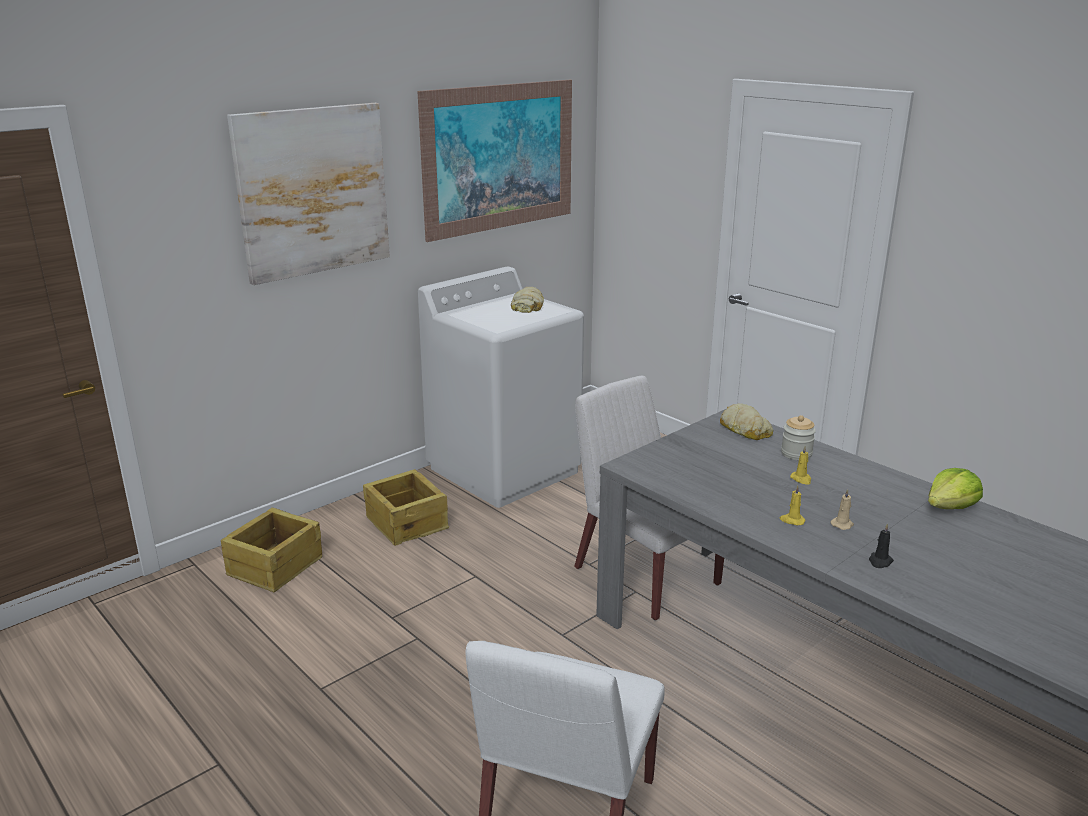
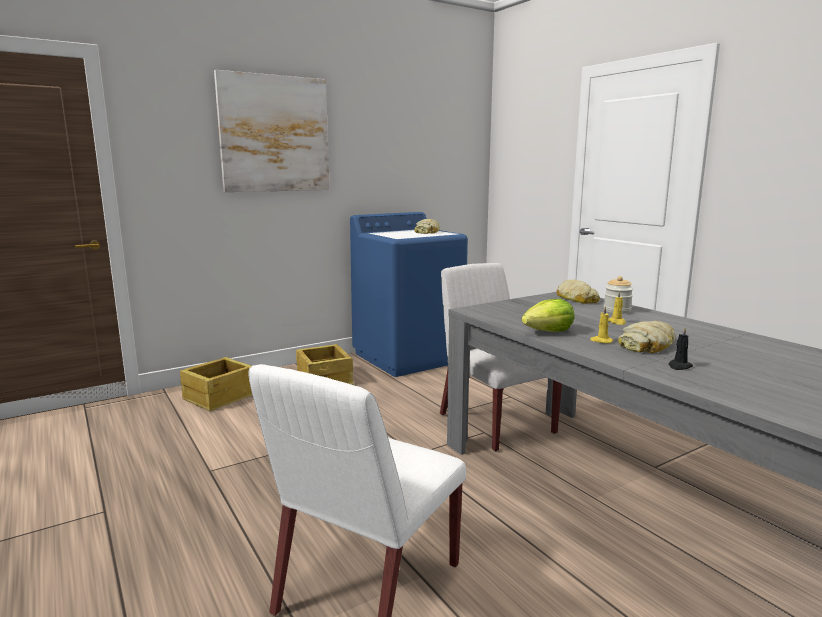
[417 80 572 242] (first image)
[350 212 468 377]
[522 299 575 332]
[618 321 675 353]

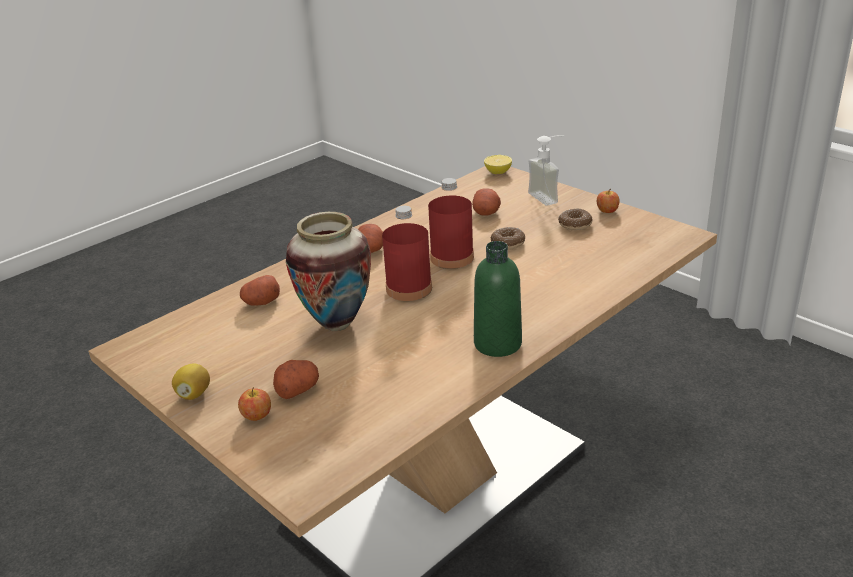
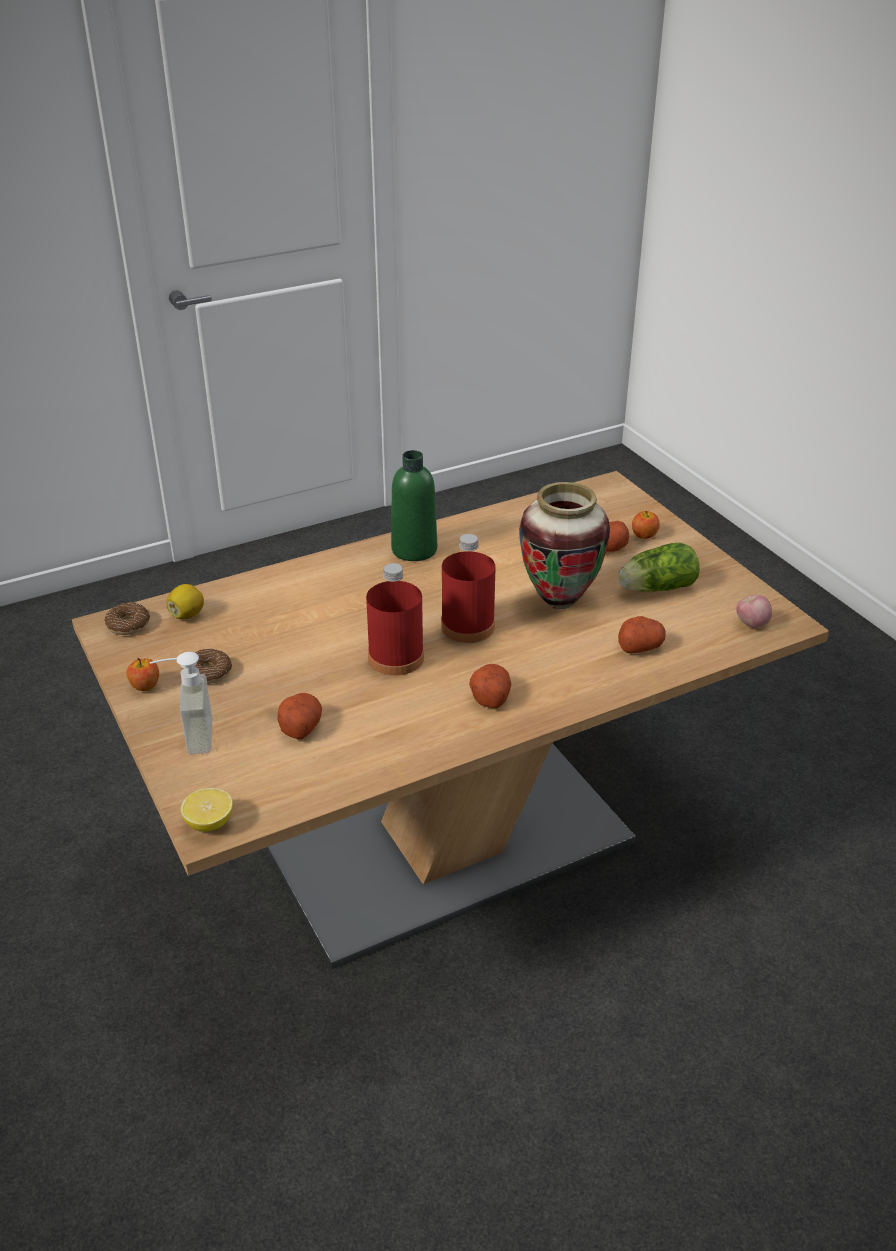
[104 602 150 635]
[167 584 204 620]
[618 543 700 592]
[736 595 772 628]

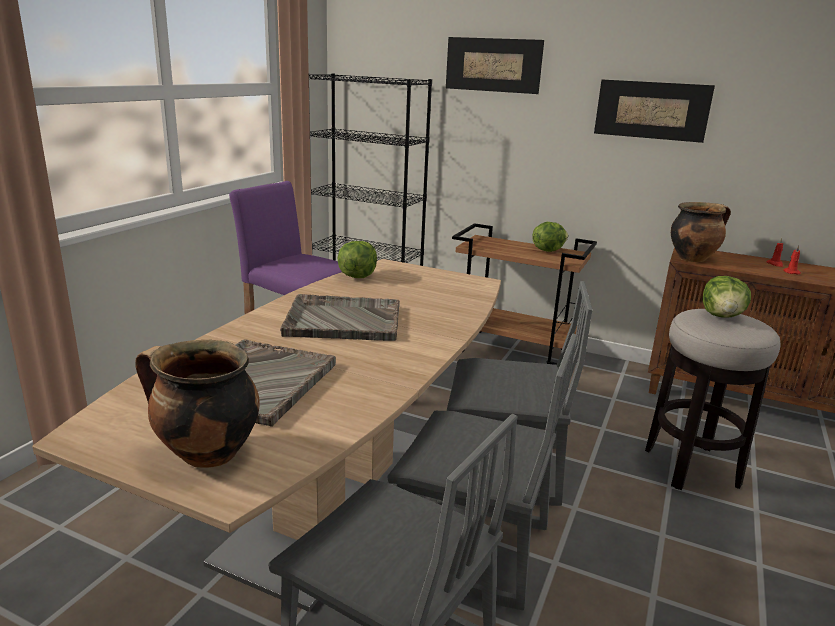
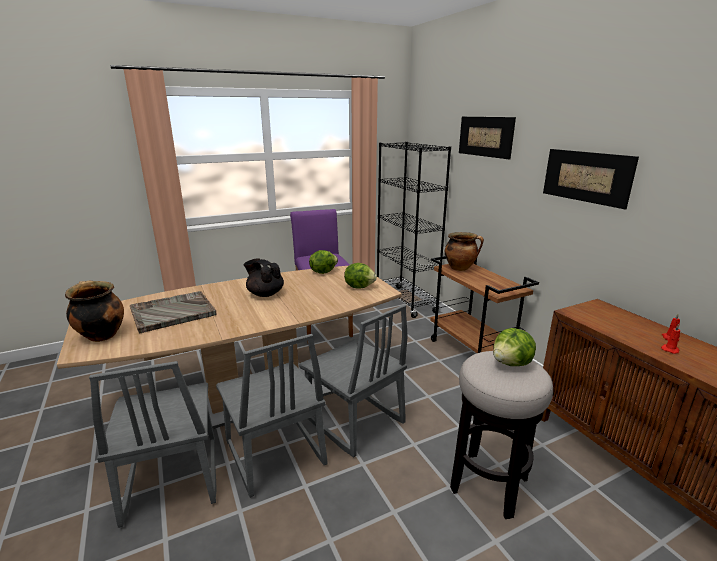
[445 232 484 271]
[344 263 377 289]
[244 258 284 297]

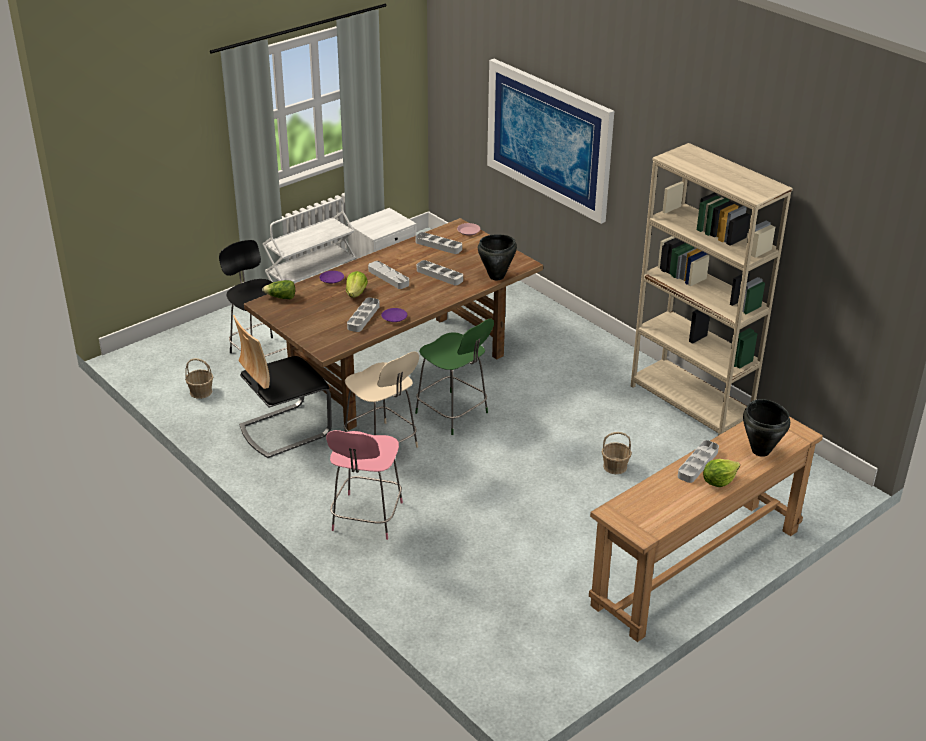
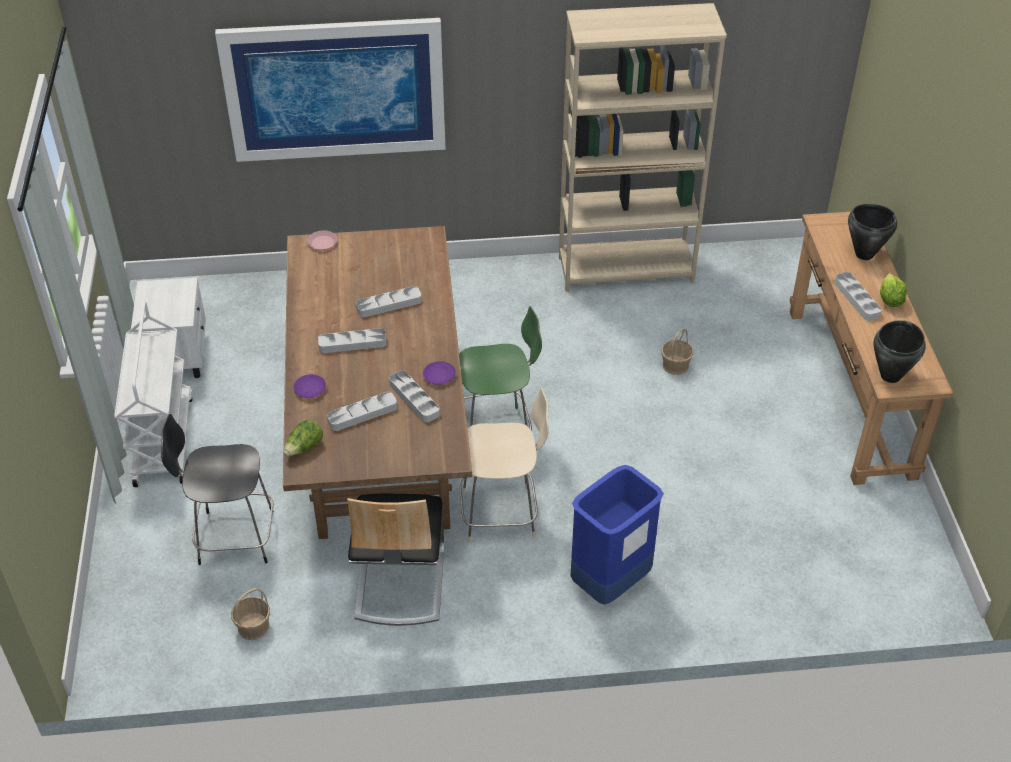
[327 392 397 431]
[873 320 926 383]
[346 271 368 297] (first image)
[571 465 664 605]

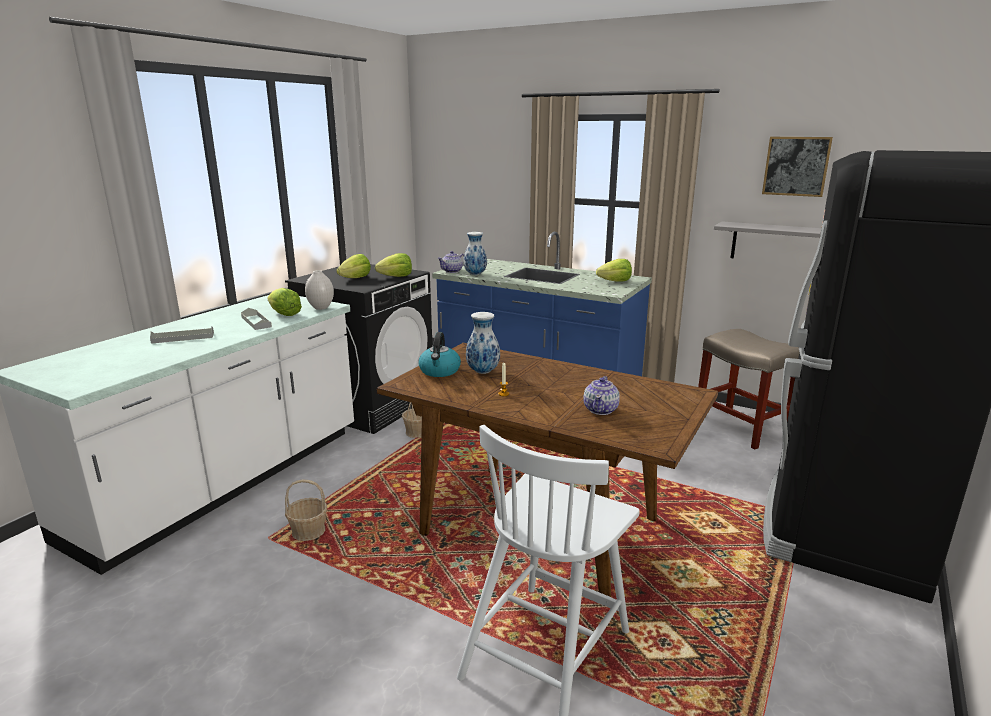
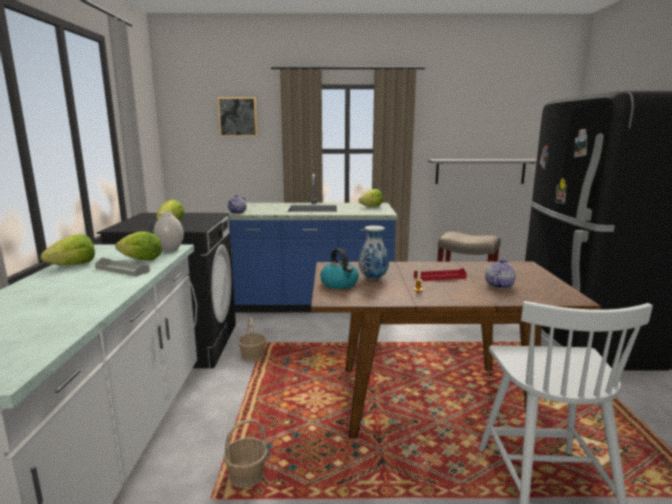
[218 97 257 136]
[463 232 487 275] (first image)
[41 234 95 265]
[150 326 214 344] (first image)
[485 259 516 289]
[414 268 467 281]

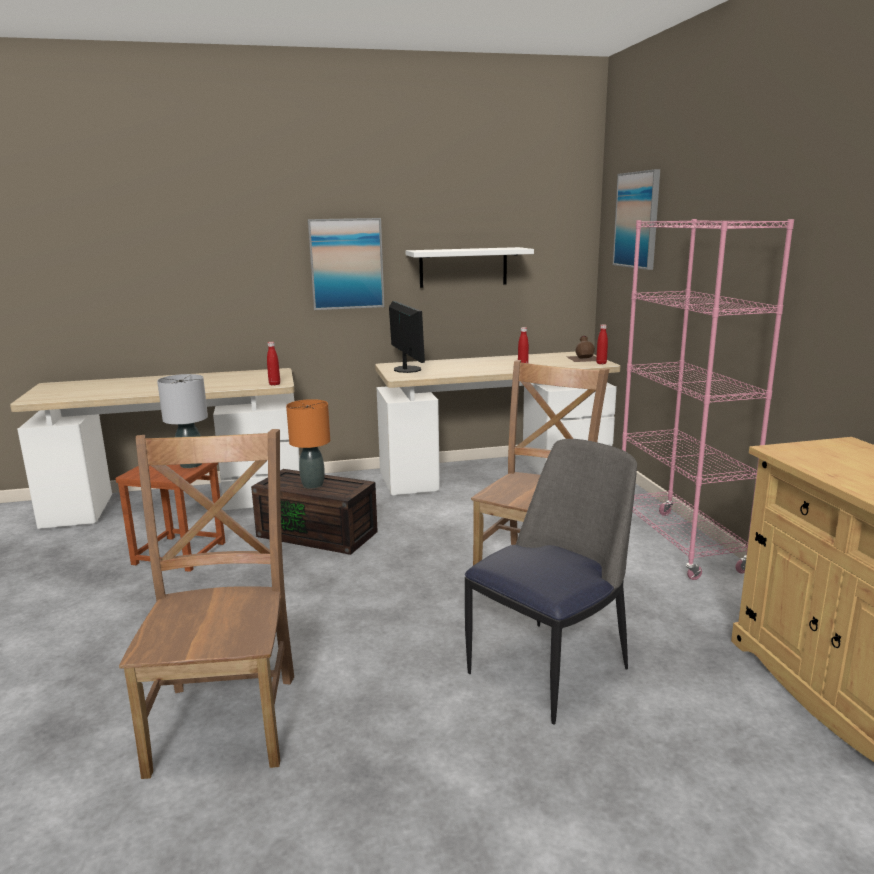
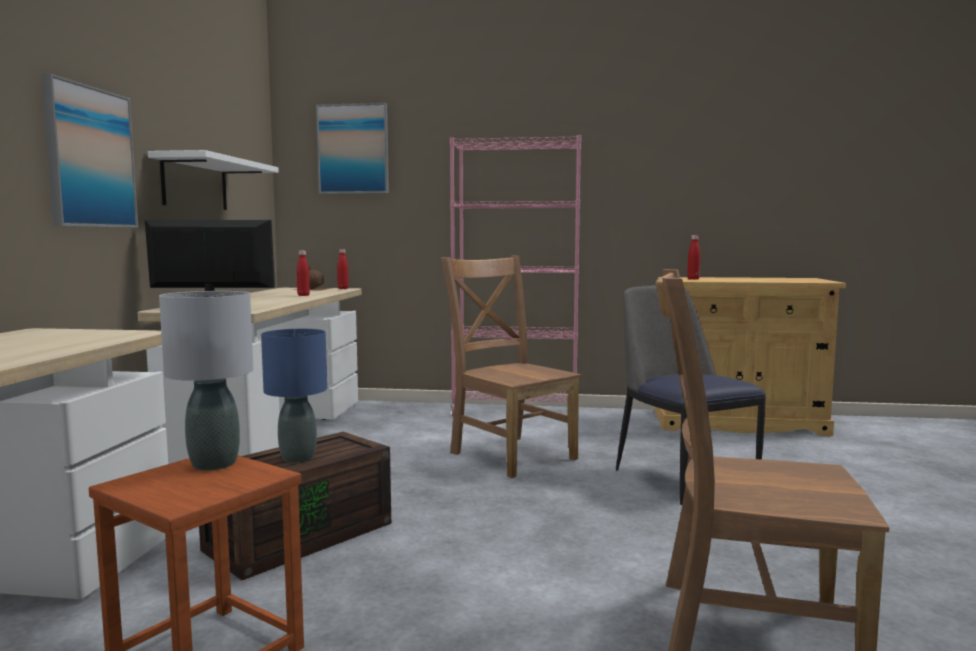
[687 235 700 280]
[261 329 327 463]

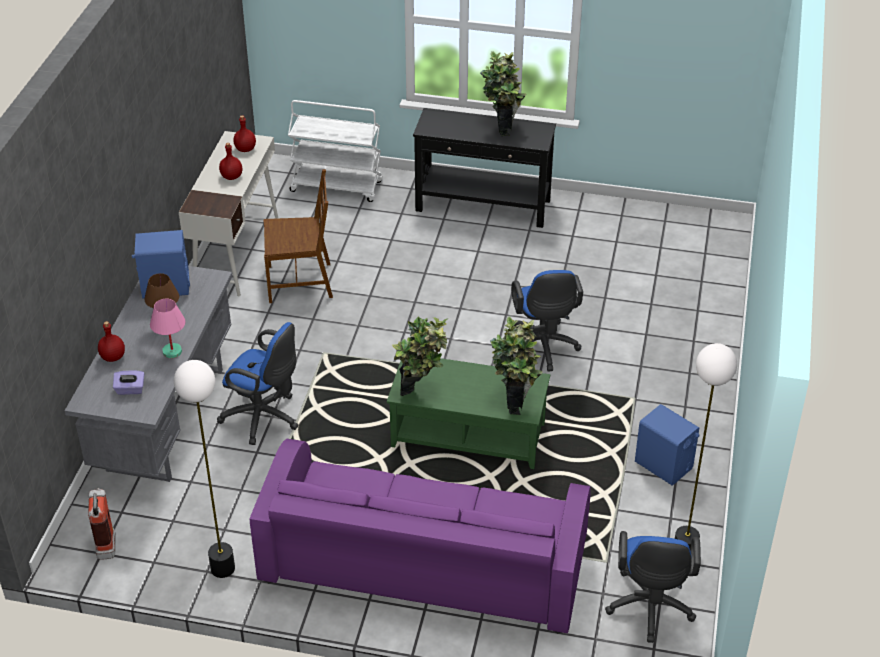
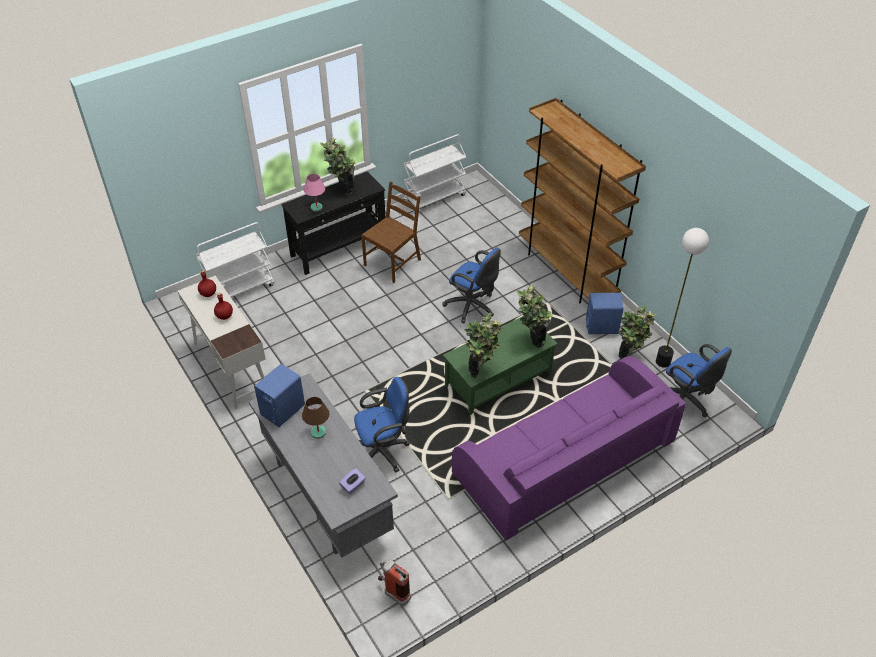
[361 181 421 283]
[304 174 325 212]
[98 321 125 362] (first image)
[174 360 235 578] (first image)
[519 98 646 304]
[403 134 466 214]
[619 304 657 360]

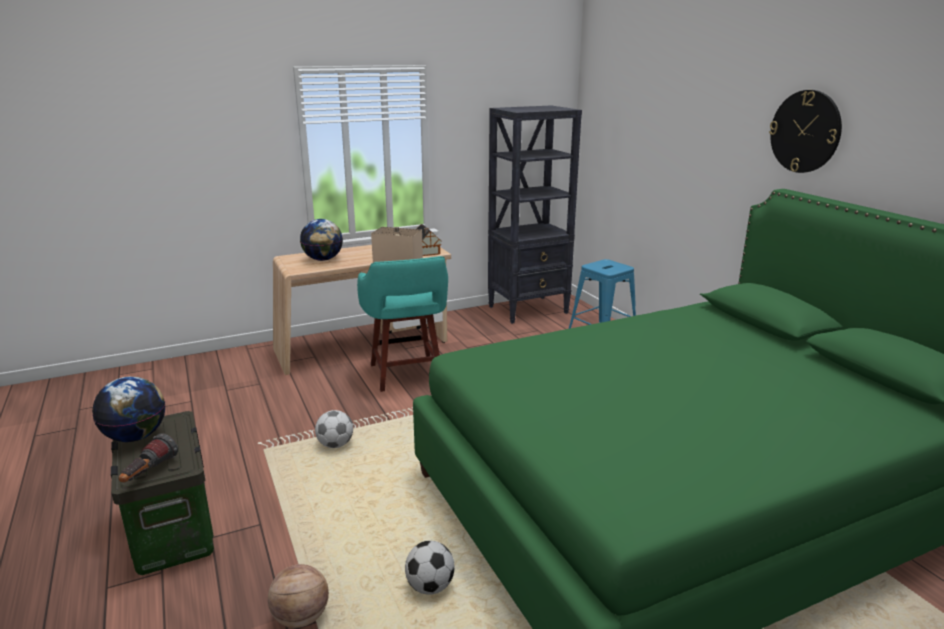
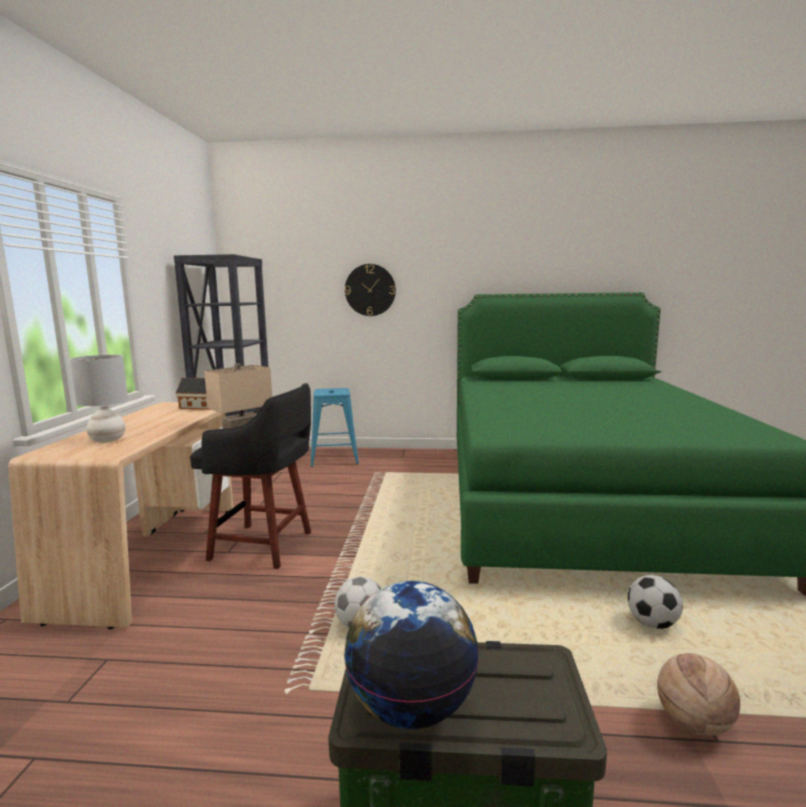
[345 264 396 316]
[70 355 128 442]
[190 383 311 569]
[118 433 178 483] (first image)

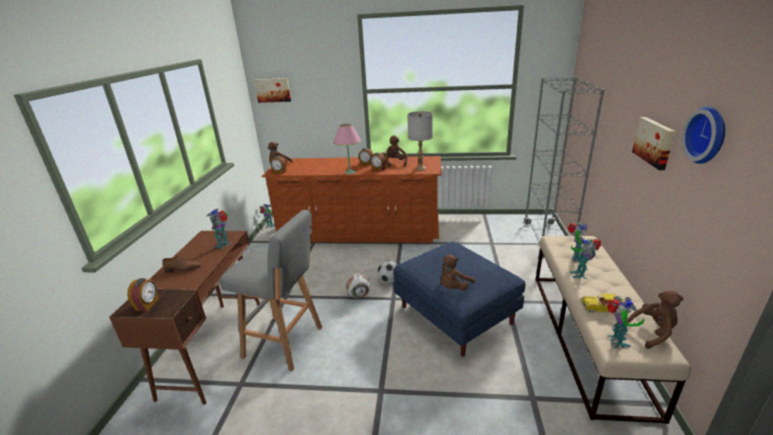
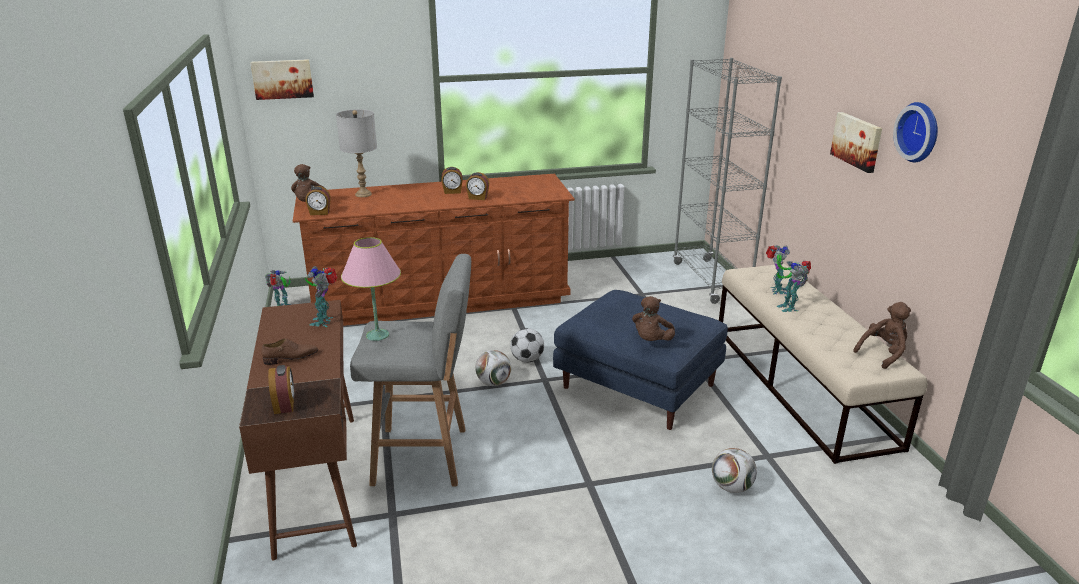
[336 109 377 197]
[341 237 401 341]
[383 135 407 167] (first image)
[581 293 625 312] (first image)
[607 296 644 348] (first image)
[712 448 757 493]

